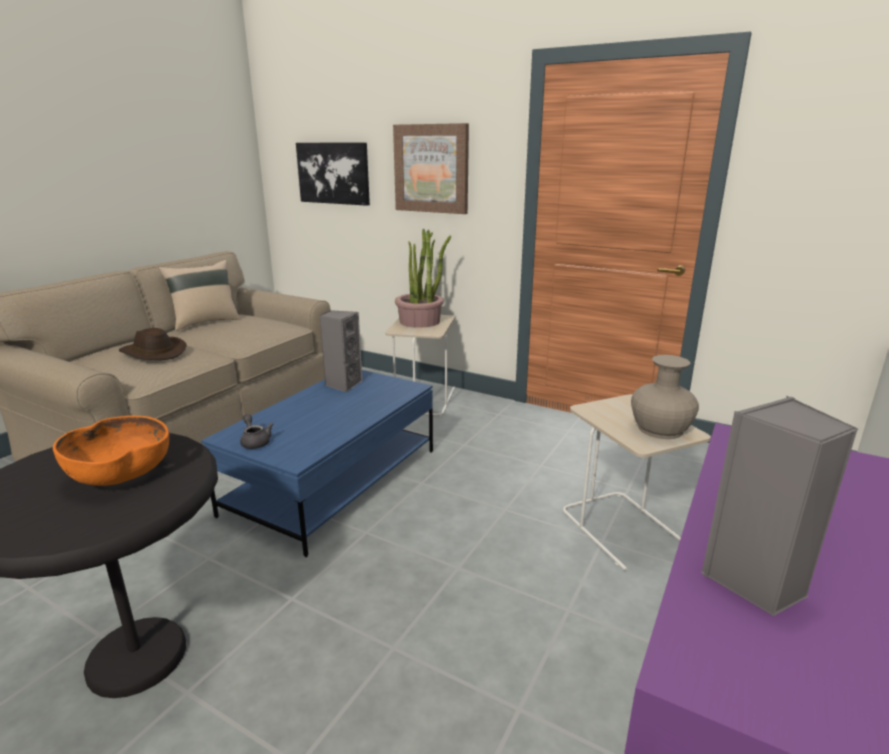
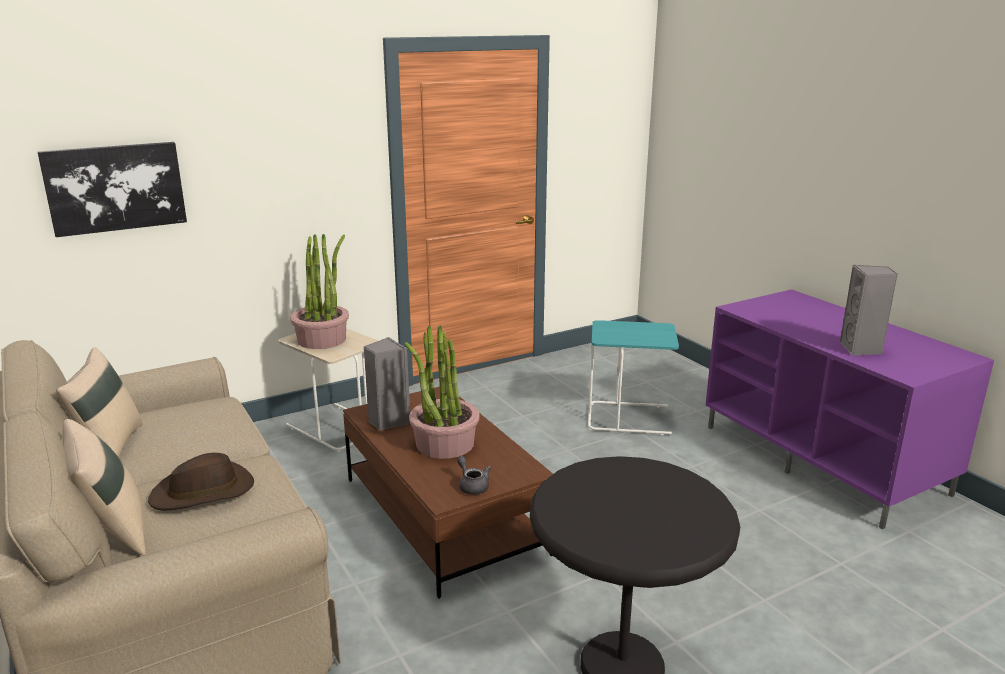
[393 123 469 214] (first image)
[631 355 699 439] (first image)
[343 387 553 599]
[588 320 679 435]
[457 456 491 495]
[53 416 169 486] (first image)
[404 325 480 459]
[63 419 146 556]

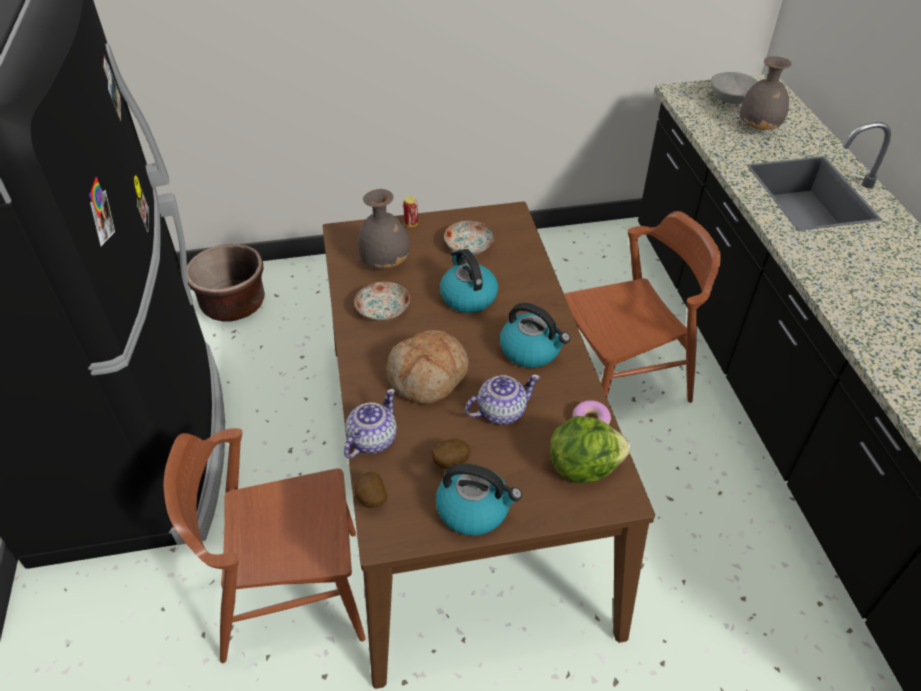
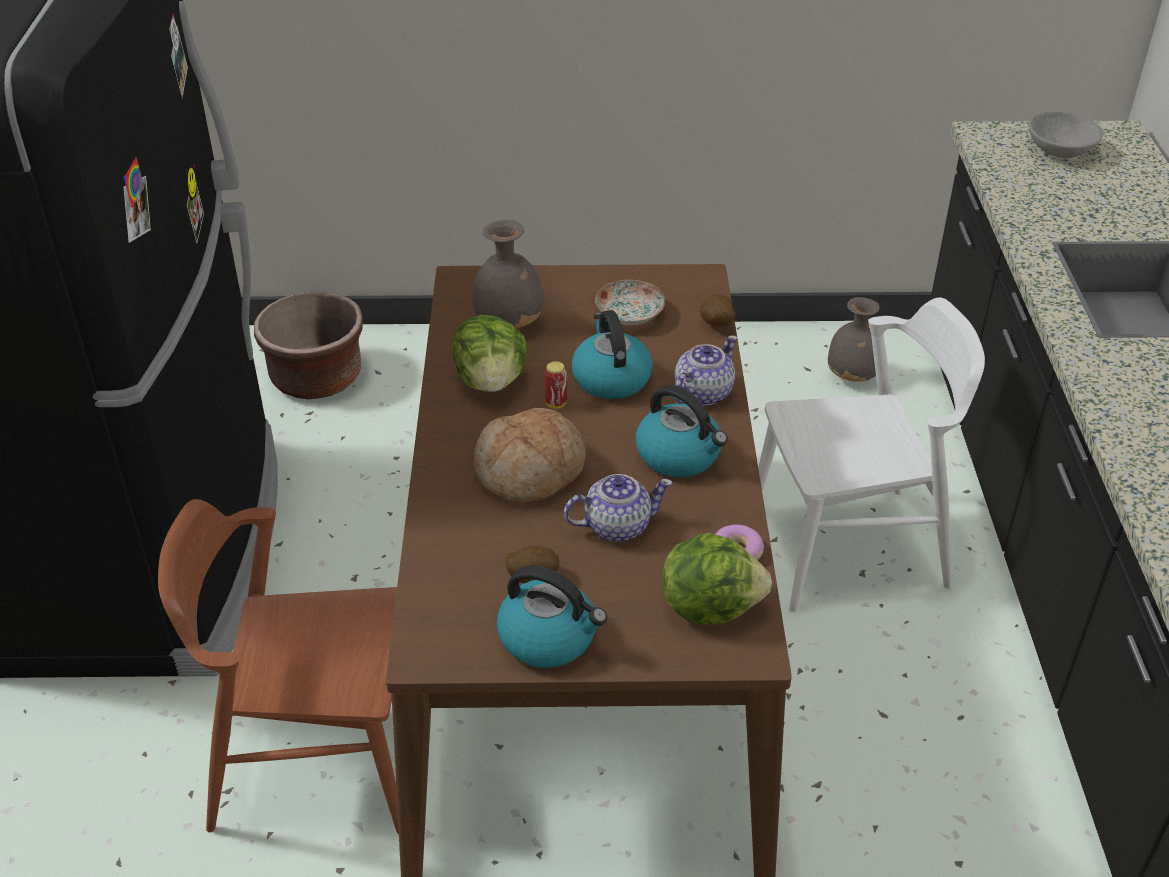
[828 297 880 382]
[545 361 567 409]
[758 297 985 612]
[452 315 528 392]
[673 335 737 405]
[700 295 735 327]

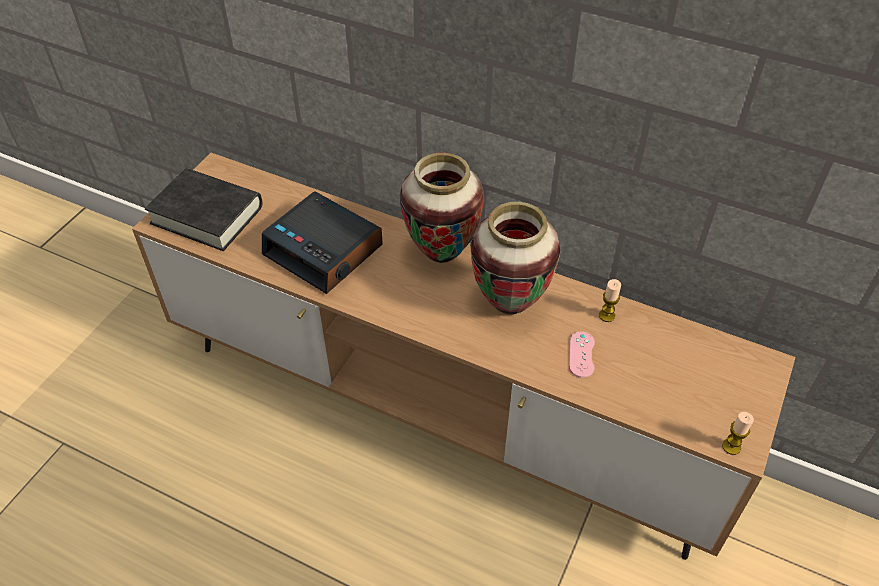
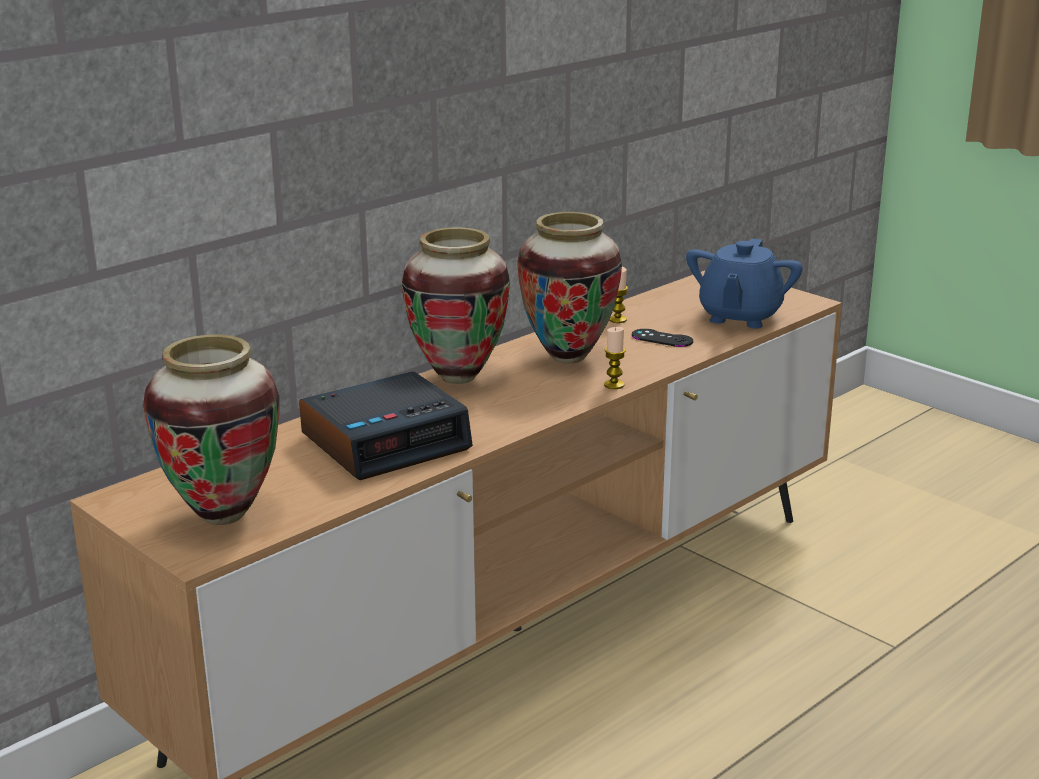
[143 335 280 525]
[632 329 693 347]
[604 327 626 389]
[686 238 803 328]

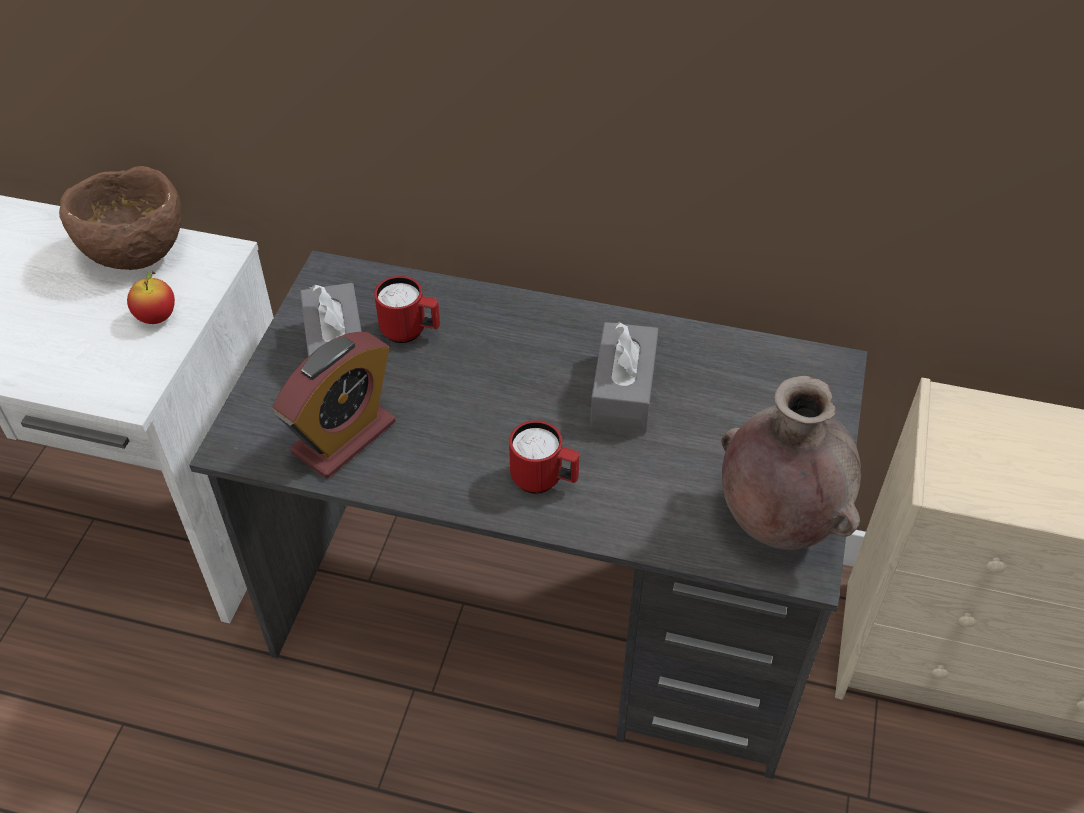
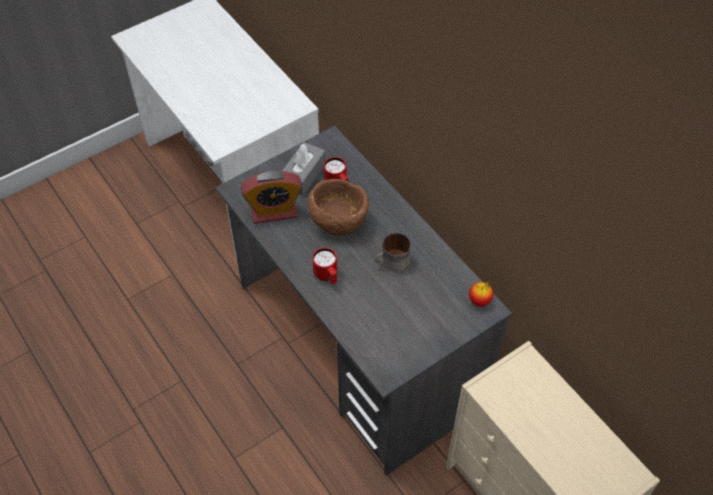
[308 179 369 236]
[469 282 494 306]
[375 233 411 271]
[721 375 861 550] (first image)

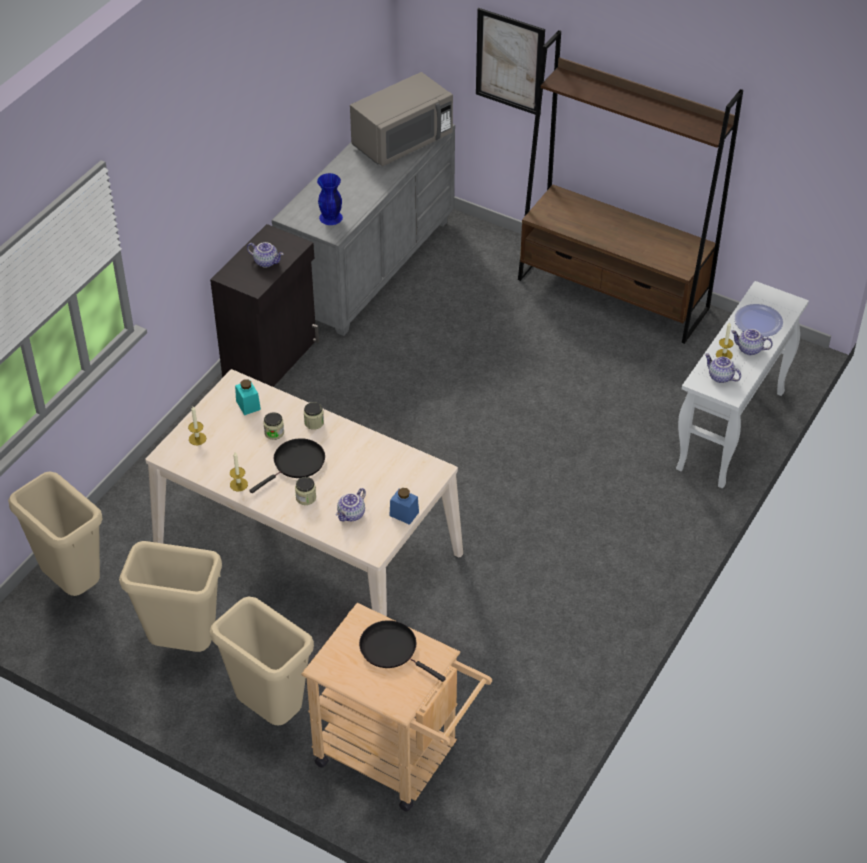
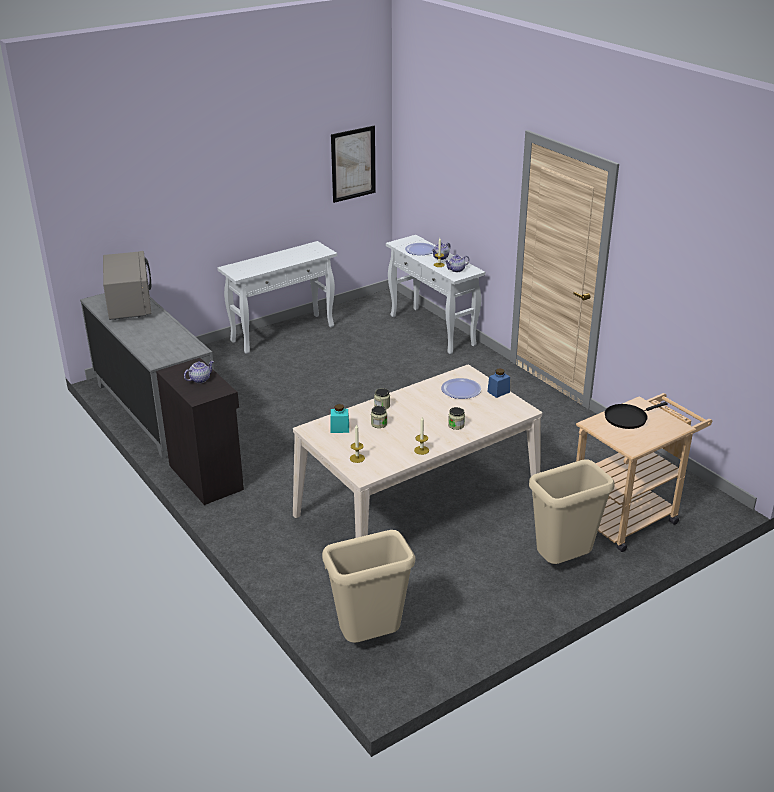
[331 126 376 203]
[217 241 337 354]
[317 173 343 225] (first image)
[249 438 325 493] (first image)
[336 488 366 522] (first image)
[119 541 222 652] (first image)
[441 378 481 399]

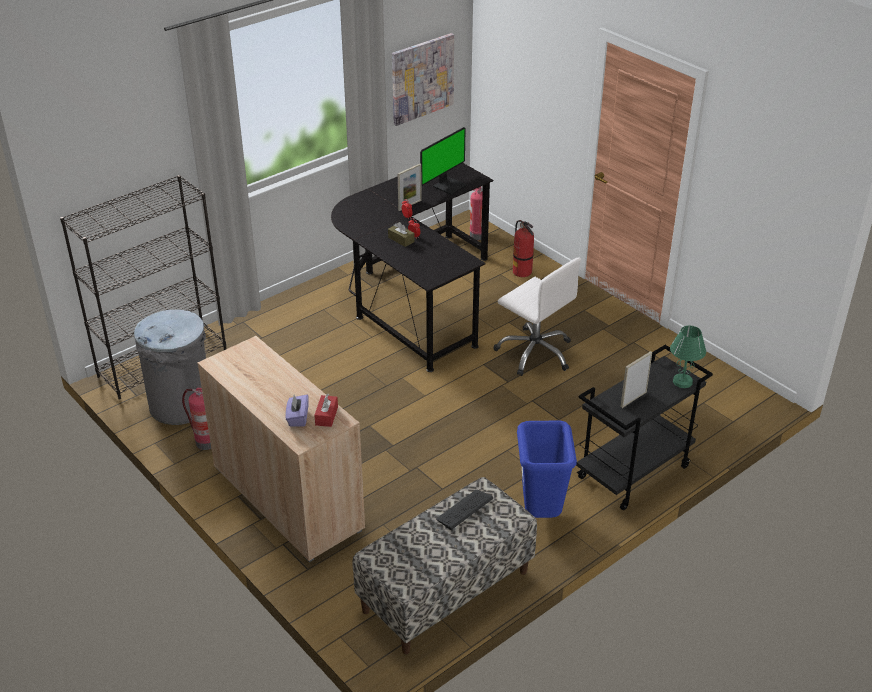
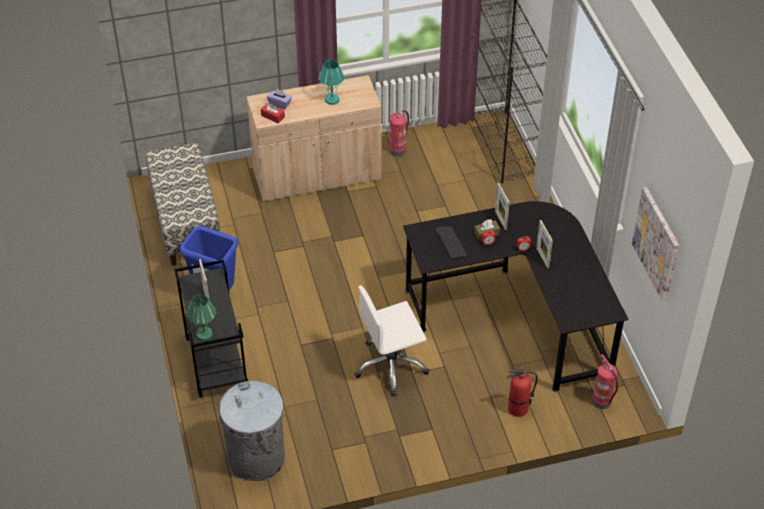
[420 127 467 195] (first image)
[219 381 285 481]
[436 227 467 260]
[318 60 345 105]
[495 183 510 230]

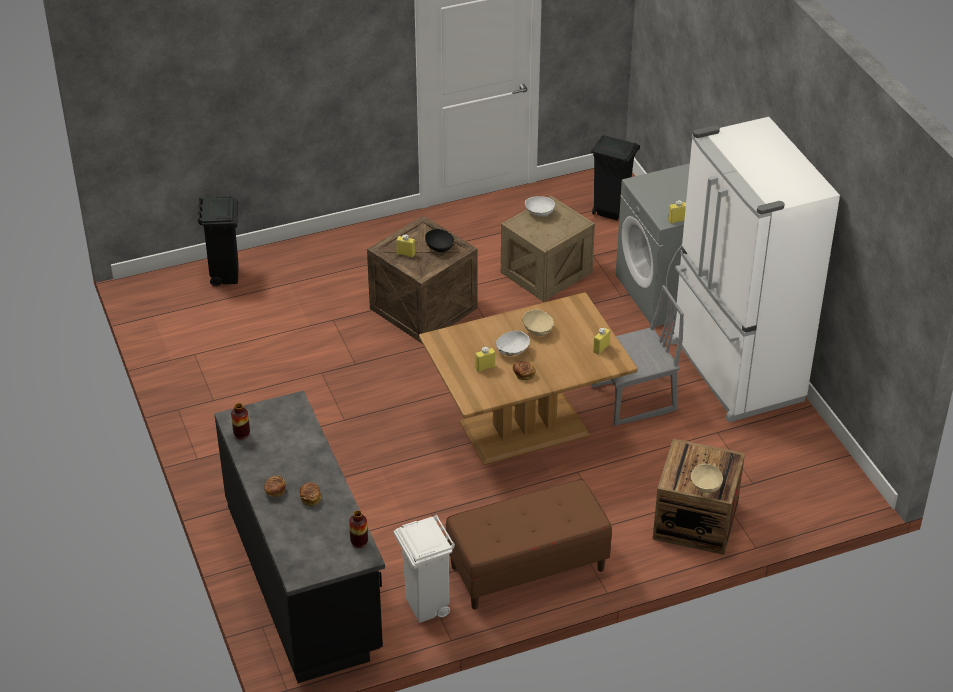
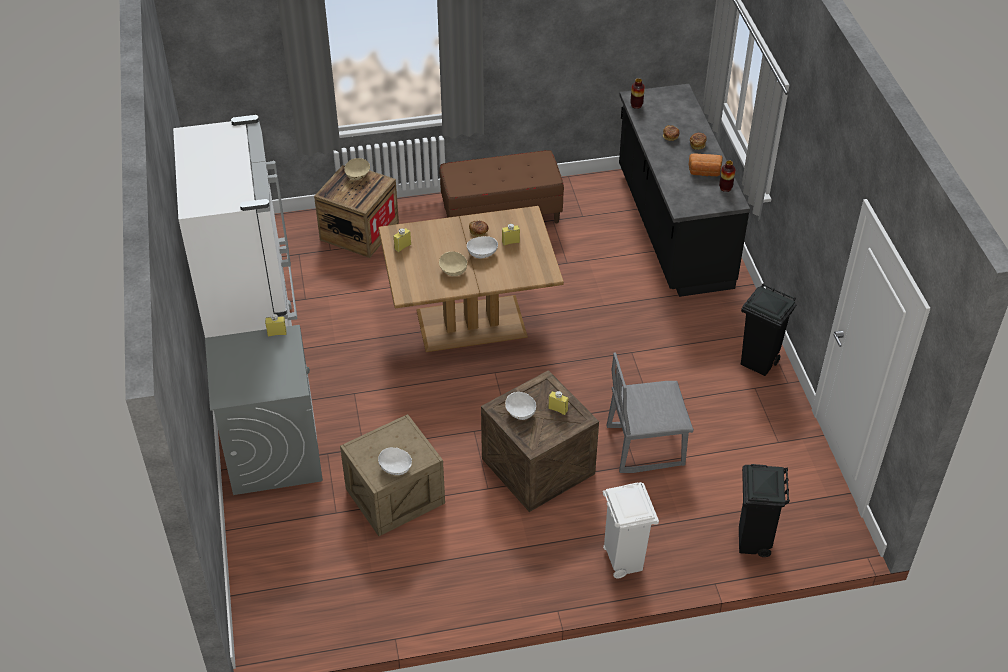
[741 284 797 376]
[505 392 536 420]
[607 352 694 473]
[603 482 659 579]
[689 153 723 176]

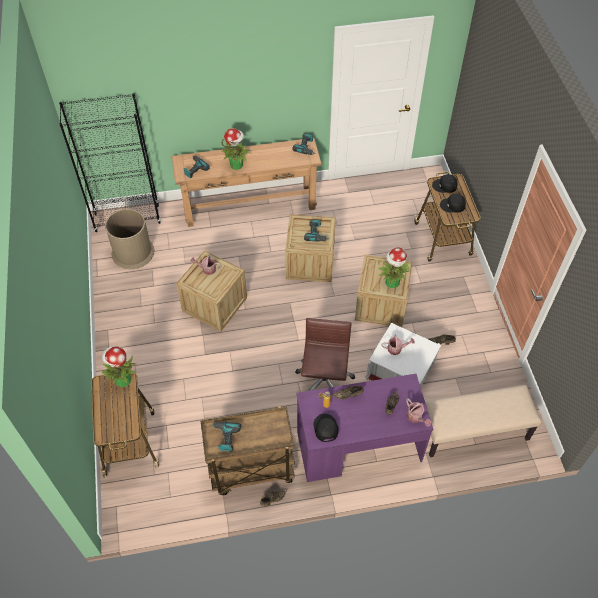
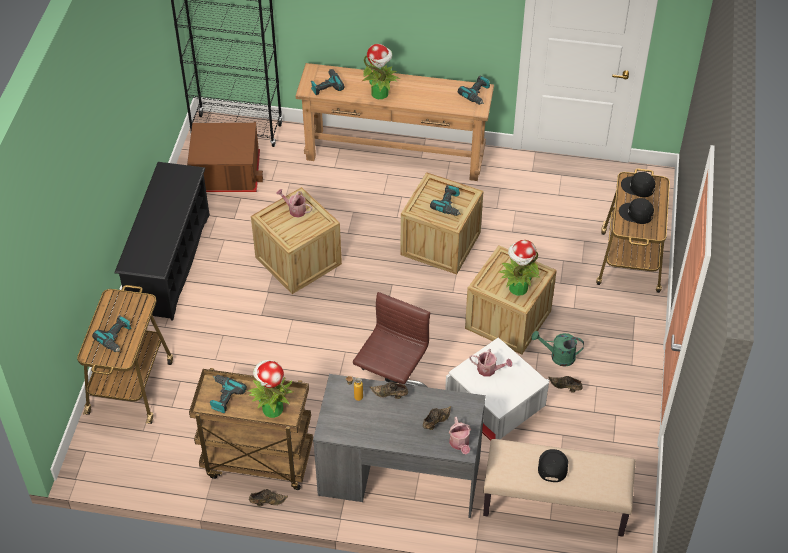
[187 122 263 192]
[248 360 294 418]
[313 374 486 518]
[538 449 568 482]
[114 162 210 321]
[92 315 131 352]
[531 331 584 367]

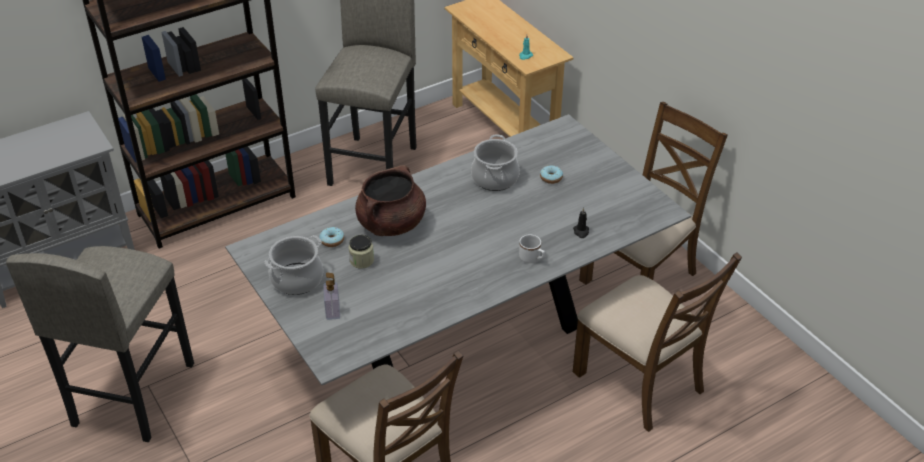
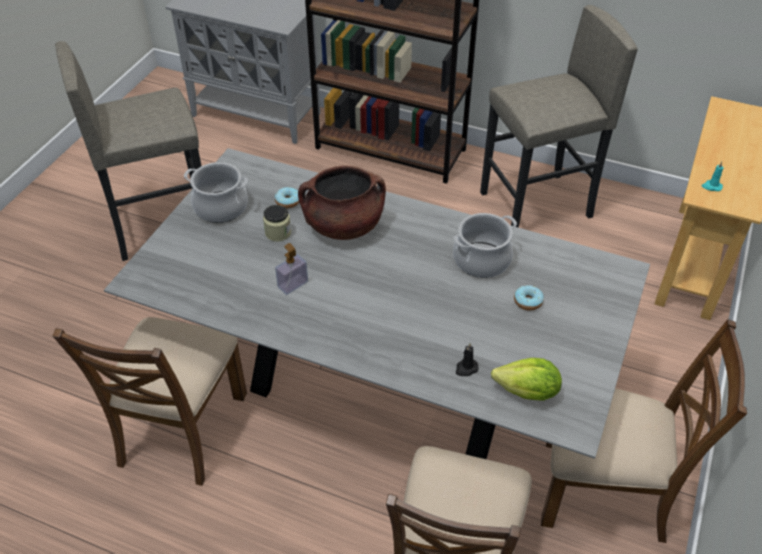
[519 235 545 263] (first image)
[275 243 308 295]
[491 358 562 401]

